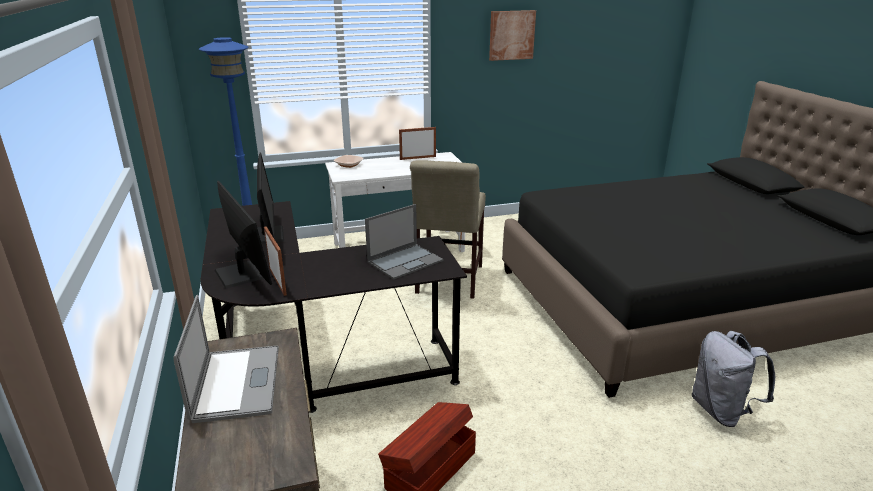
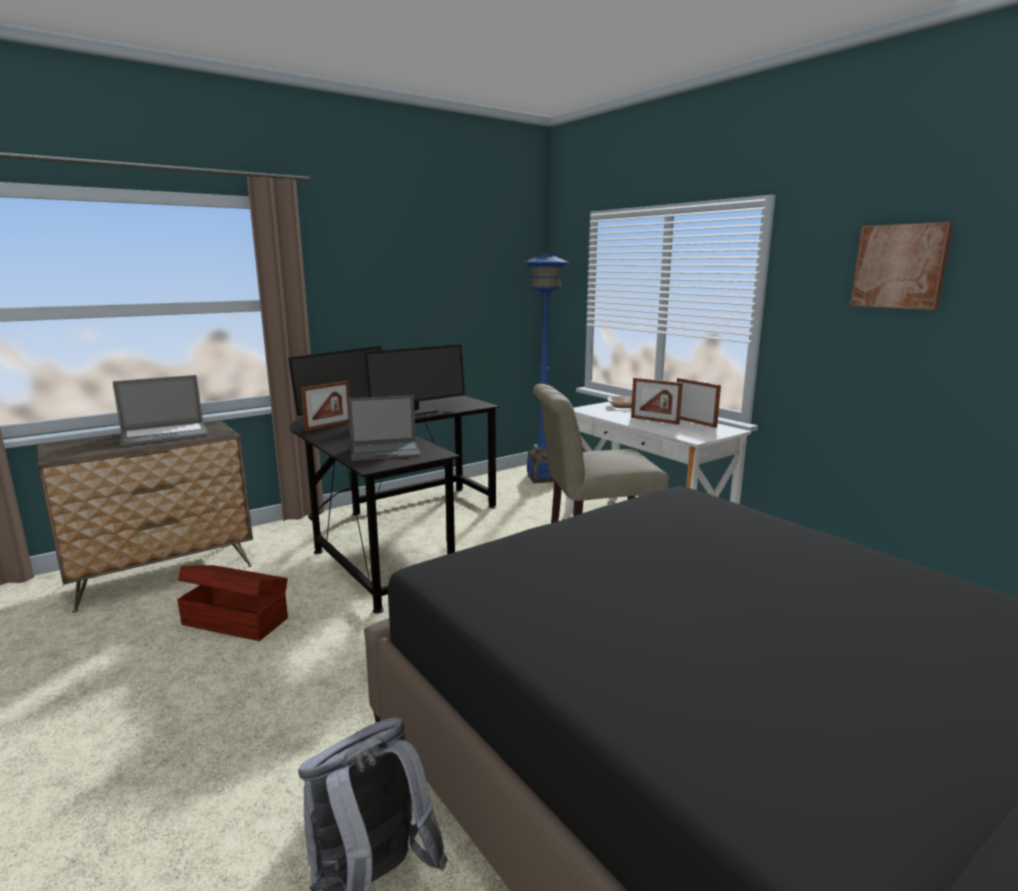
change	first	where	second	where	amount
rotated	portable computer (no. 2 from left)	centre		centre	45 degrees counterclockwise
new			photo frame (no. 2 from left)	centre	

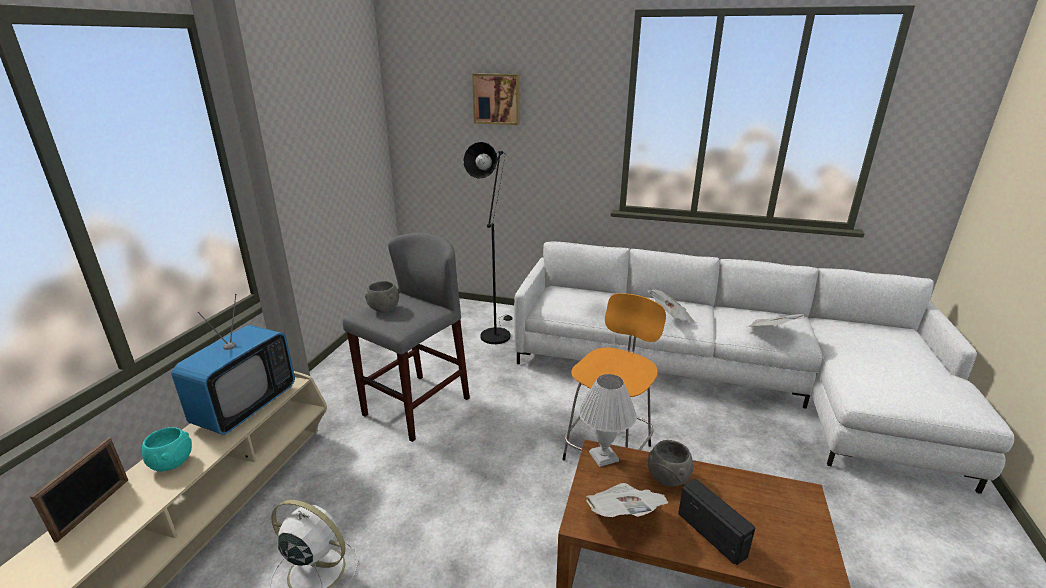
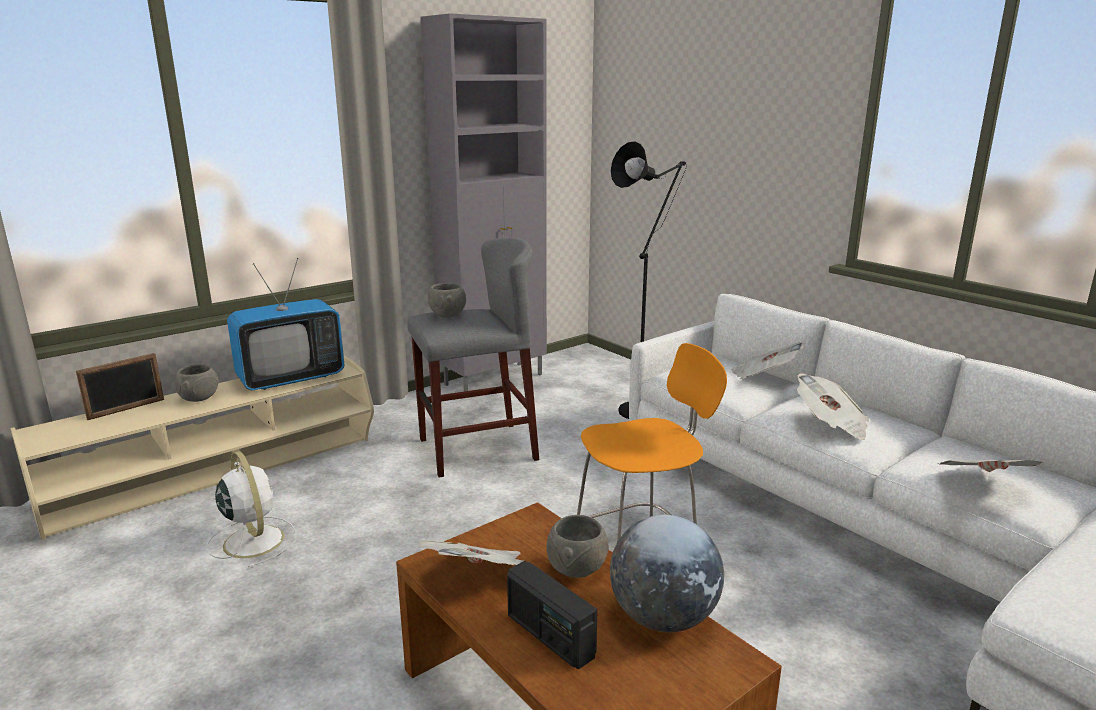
change	first	where	second	where	amount
gone	picture	top centre			
gone	white lamp for a table	bottom centre			
repainted	turquoise deep dish	bottom left	grey deep dish (no. 1 from left)	middle left	
rotated	radio set	bottom right		bottom centre	135 degrees clockwise
new			grey storage cabinet	top centre	
new			newspaper (no. 2 from left)	middle right	
new			desk globe	bottom centre	

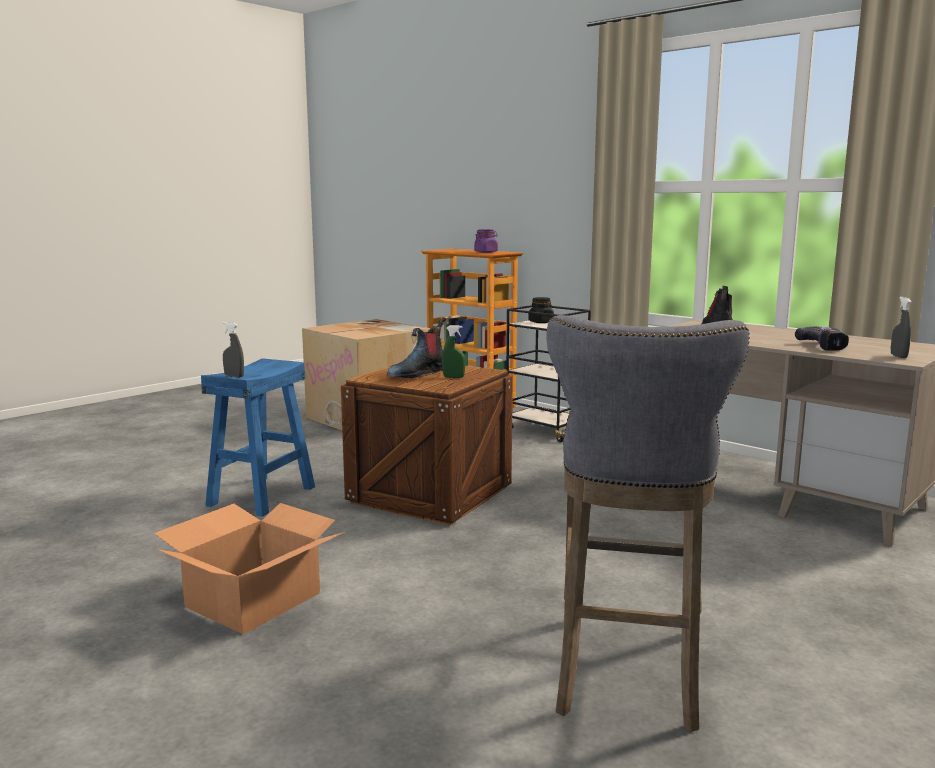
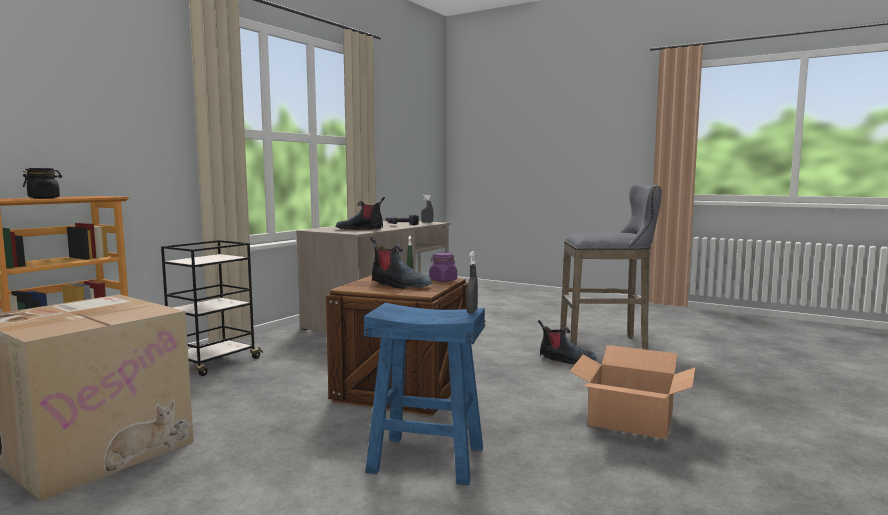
change	first	where	second	where	amount
shifted	purple jar	top centre		centre	
shifted	blackish jar	centre		middle left	
new			high-top boot (no. 3 from left)	centre	

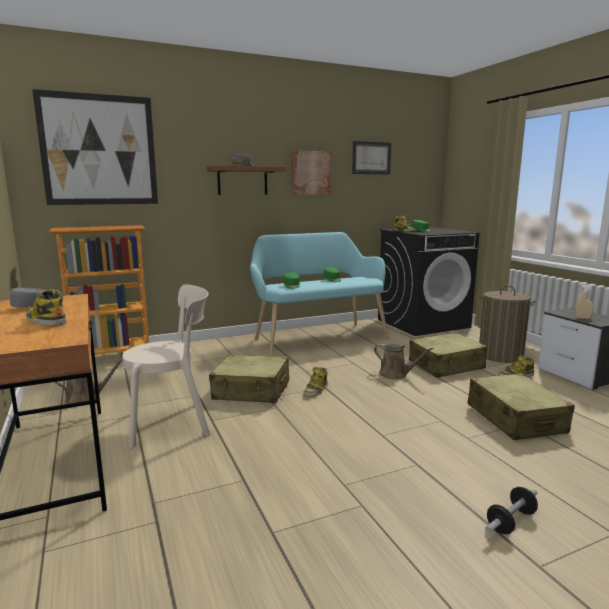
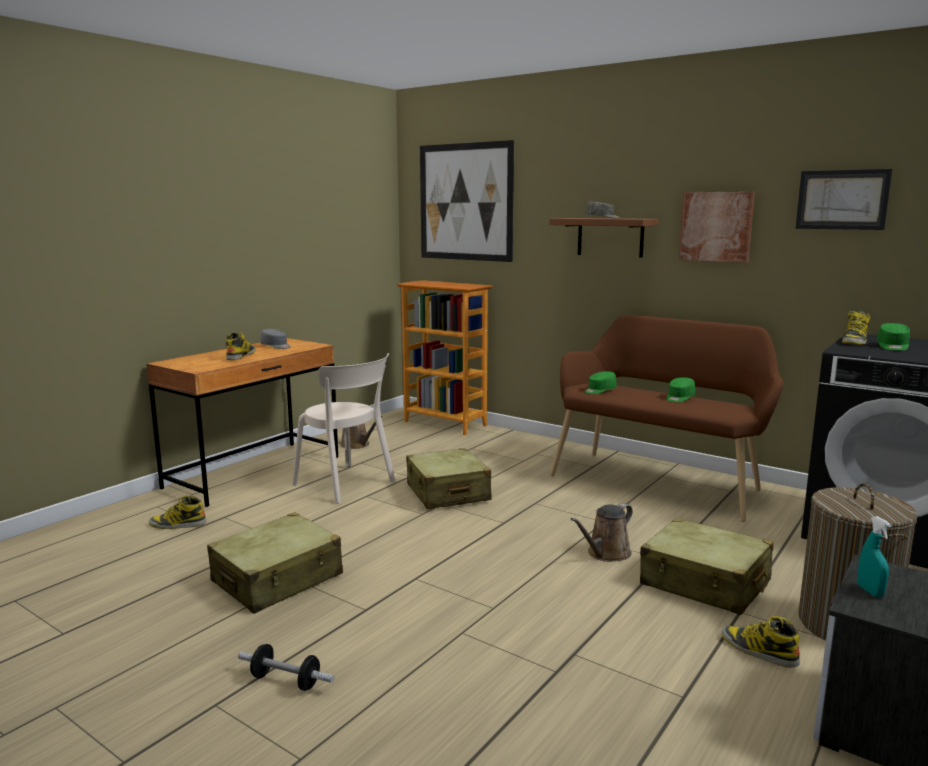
change	first	where	second	where	amount
repainted	turquoise long seat	centre	brown long seat	middle right	
repainted	sand-coloured hand sprayer	middle right	turquoise hand sprayer	bottom right	
rotated	brown sprinkling can (no. 2 from left)	centre		bottom centre	45 degrees clockwise
shifted	high-top boot (no. 2 from left in the first image)	centre	high-top boot (no. 1 from left)	bottom left	
shifted	sand-coloured suitcase (no. 3 from left in the first image)	bottom right	sand-coloured suitcase (no. 1 from left)	bottom left	

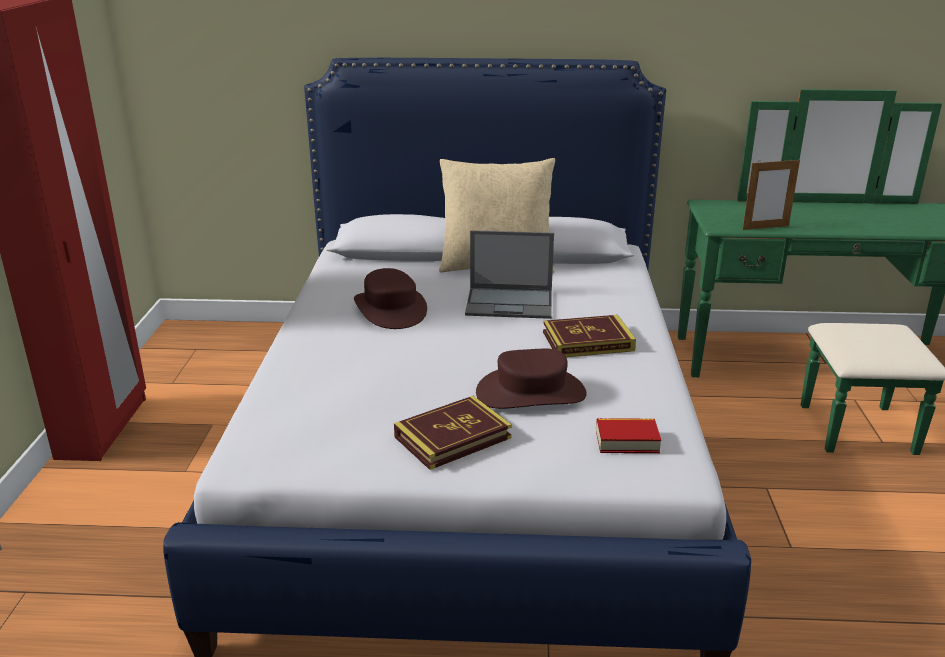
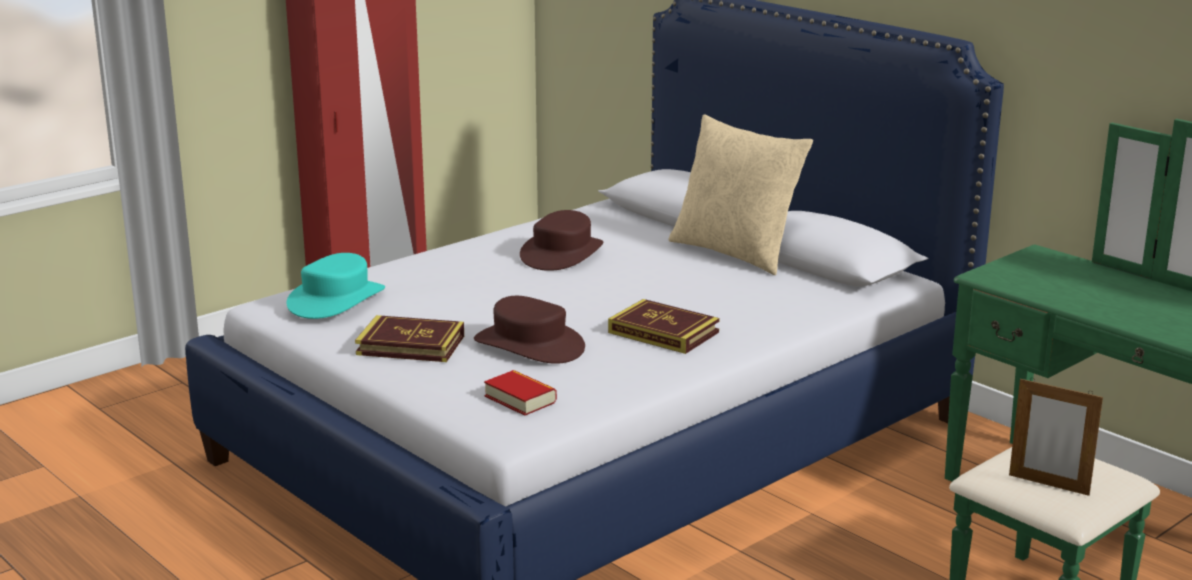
change	first	where	second	where	amount
shifted	photo frame	top right		bottom right	
gone	portable computer	centre			
new			turquoise wearable hat	middle left	

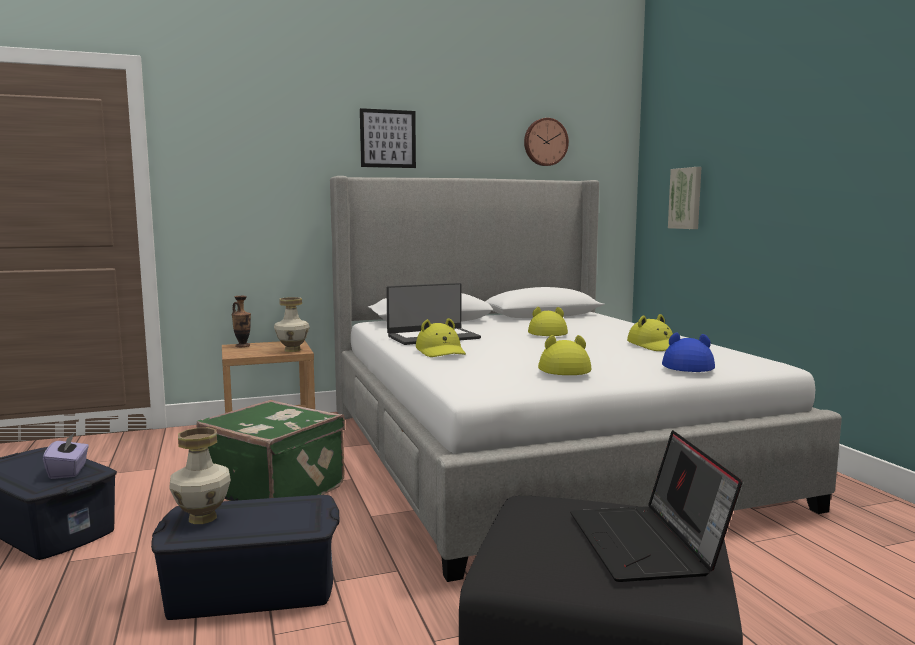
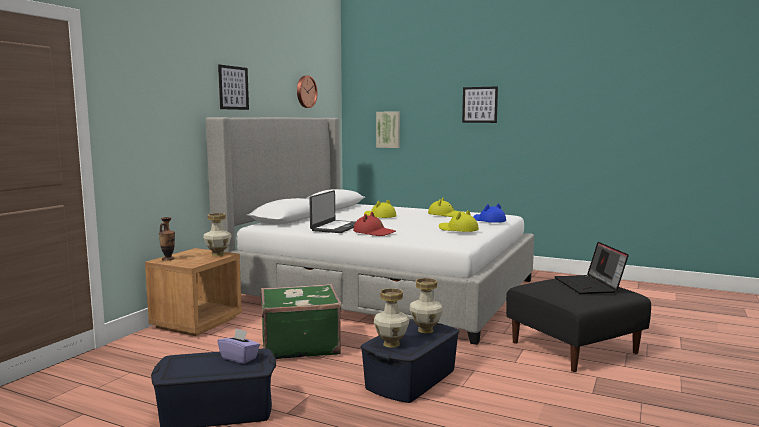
change	first	where	second	where	amount
repainted	yellowish wearable hat (no. 1 from left)	centre	red-coloured wearable hat	centre	
rotated	portable computer (no. 2 from left)	bottom right		middle right	45 degrees clockwise
new			picture (no. 3 from left)	top centre	
new			vase (no. 4 from left)	bottom centre	

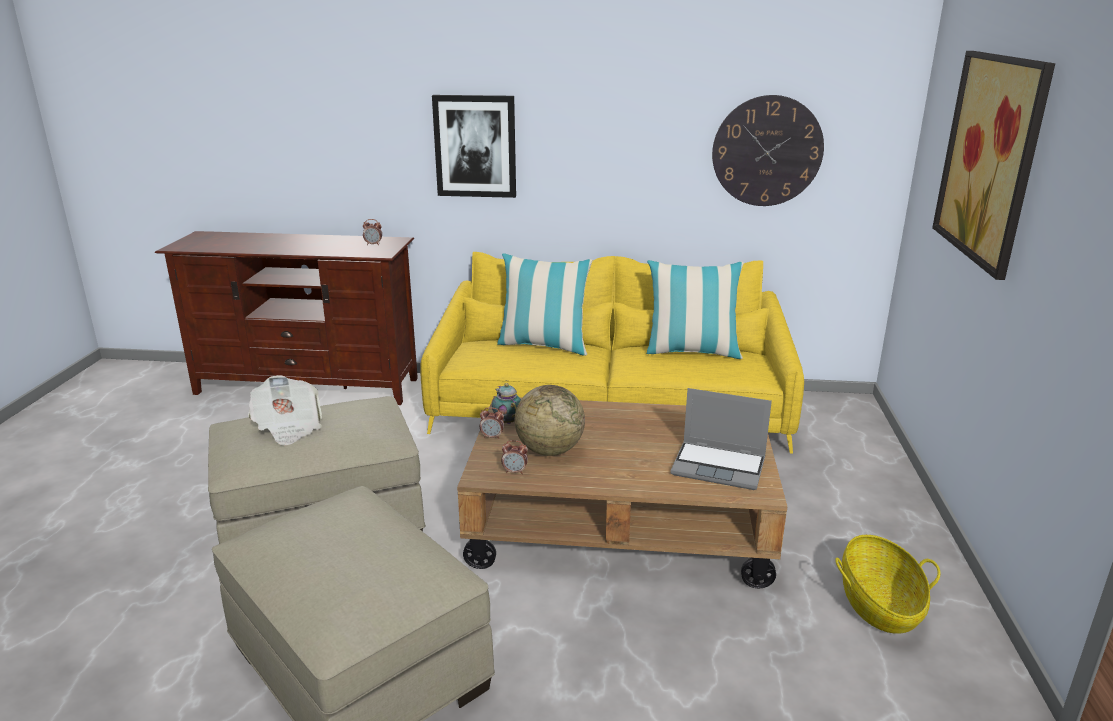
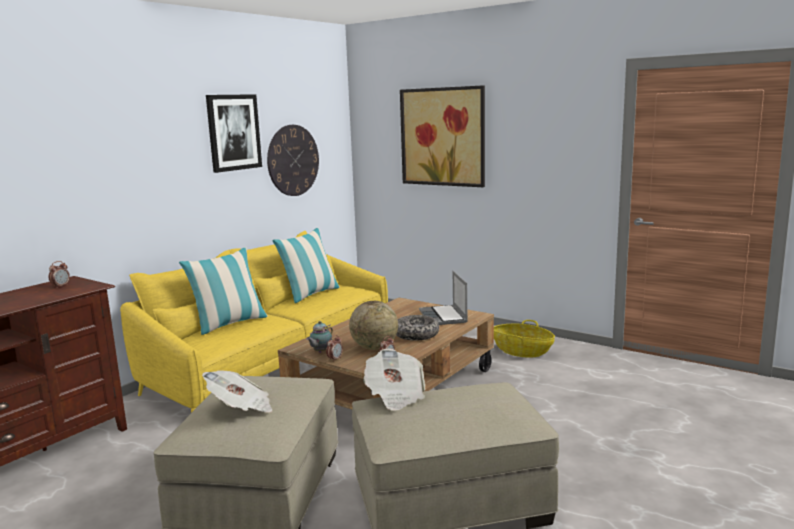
change	first	where	second	where	amount
shifted	picture (no. 1 from left)	top centre		top left	
rotated	pot for tea	centre		centre	60 degrees counterclockwise
rotated	portable computer	centre		centre	120 degrees clockwise
new			deep dish	centre	
new			newspaper (no. 2 from left)	bottom centre	

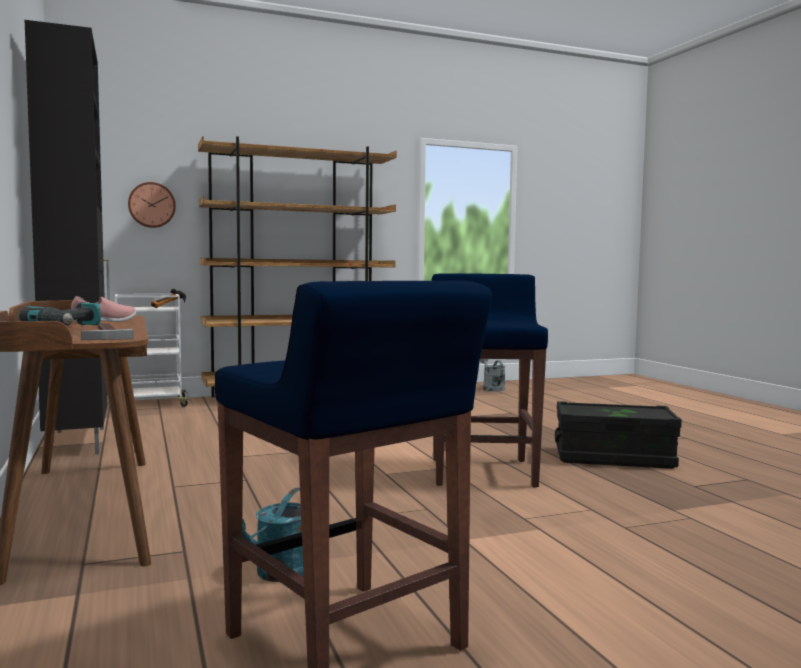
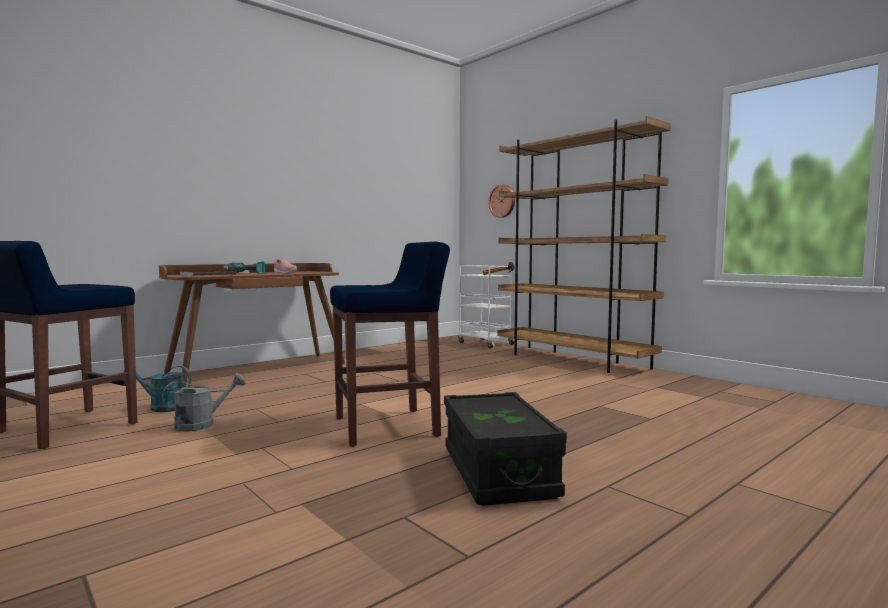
change	first	where	second	where	amount
gone	blackish storage cabinet	middle left			
shifted	grey sprinkling can	centre		middle left	

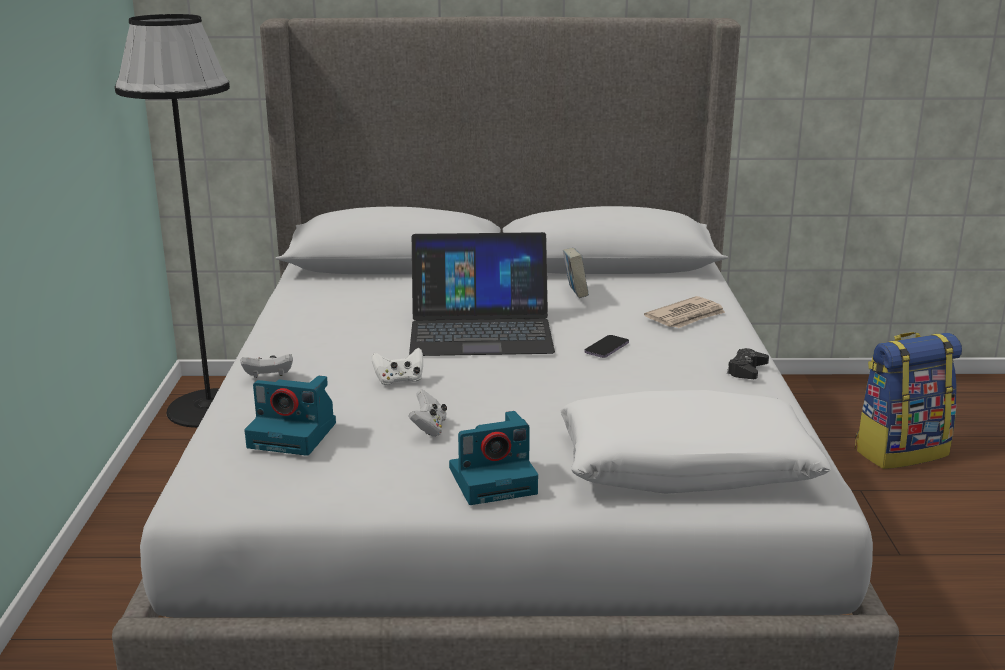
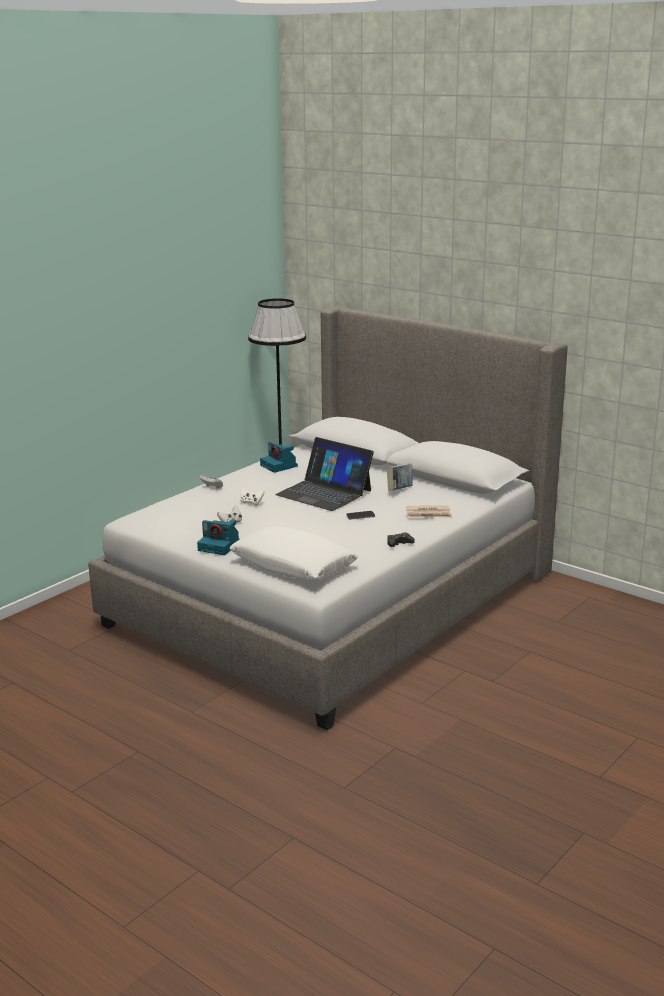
change	first	where	second	where	amount
gone	backpack	middle right			
shifted	photo camera (no. 1 from left in the first image)	middle left	photo camera (no. 2 from left)	centre	

